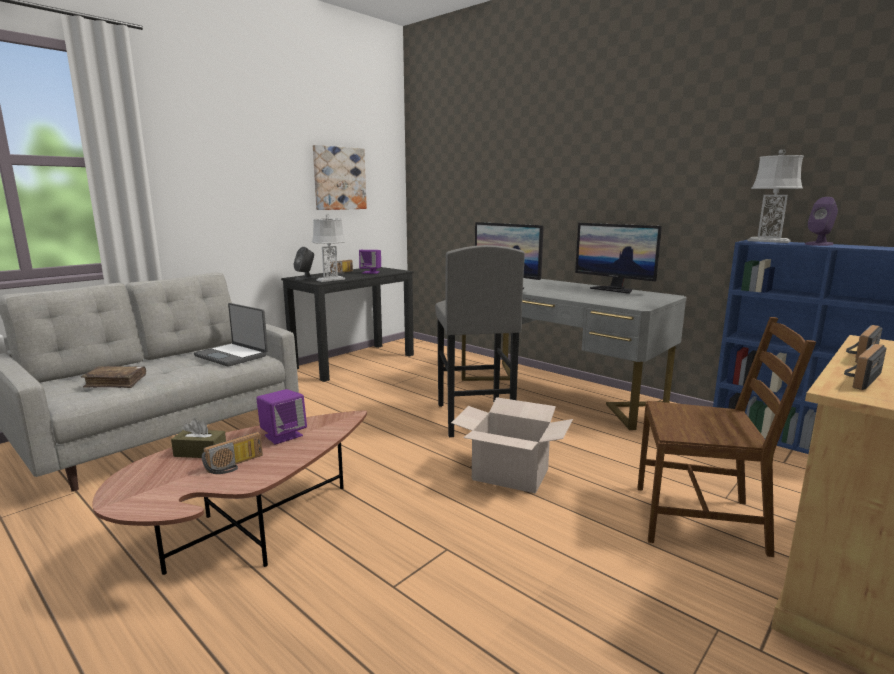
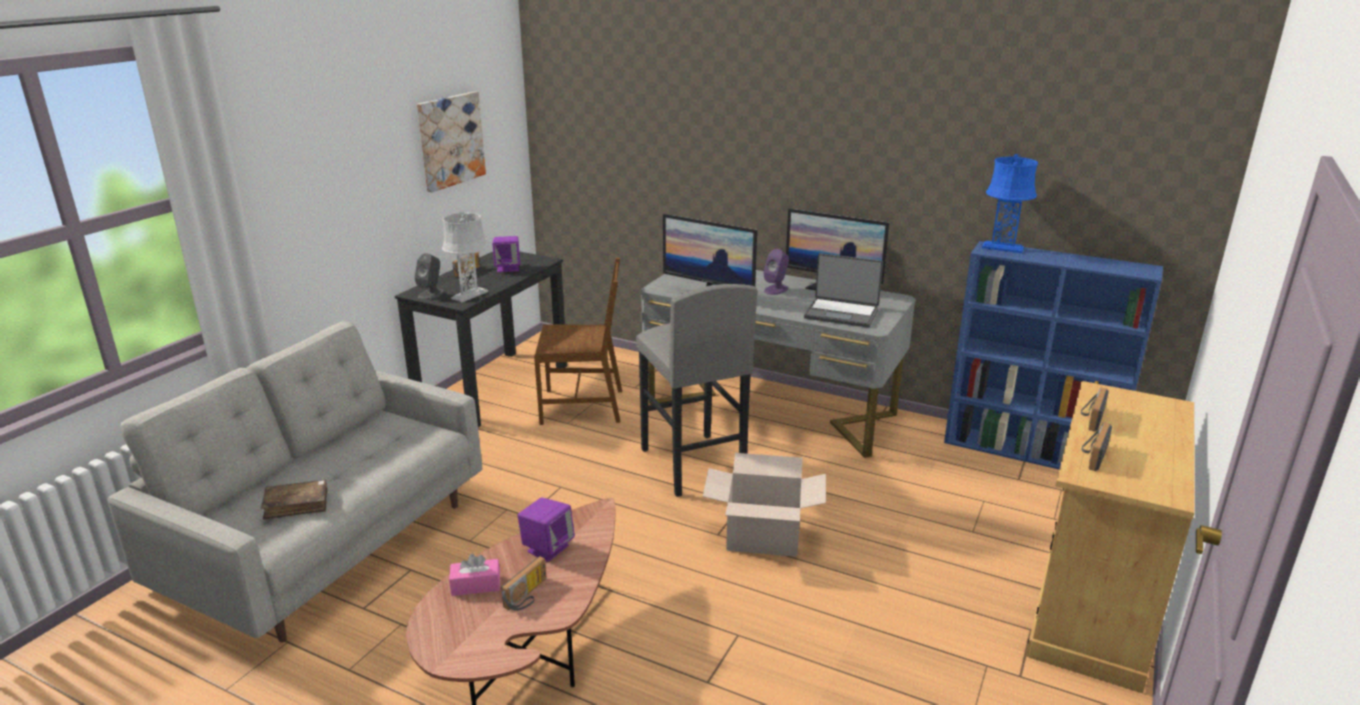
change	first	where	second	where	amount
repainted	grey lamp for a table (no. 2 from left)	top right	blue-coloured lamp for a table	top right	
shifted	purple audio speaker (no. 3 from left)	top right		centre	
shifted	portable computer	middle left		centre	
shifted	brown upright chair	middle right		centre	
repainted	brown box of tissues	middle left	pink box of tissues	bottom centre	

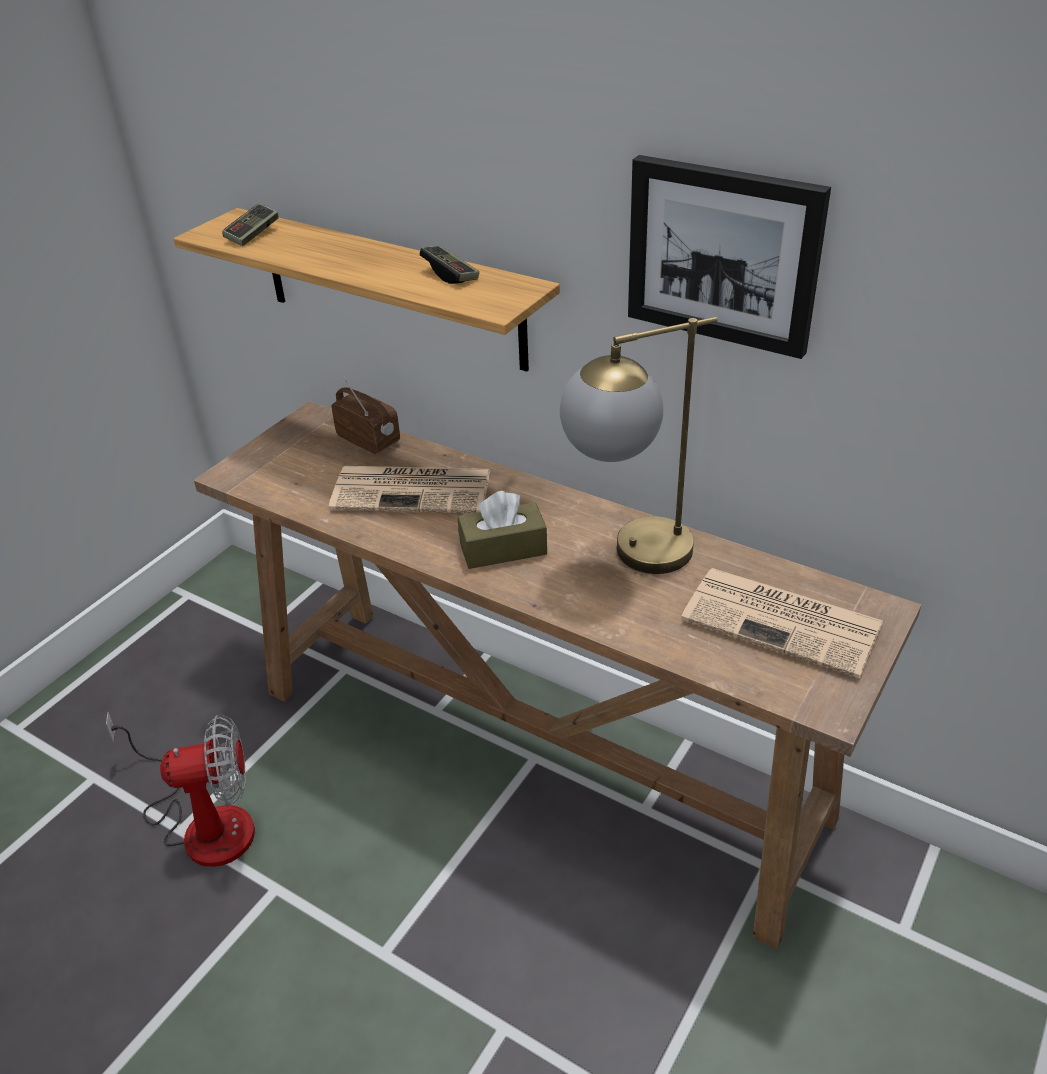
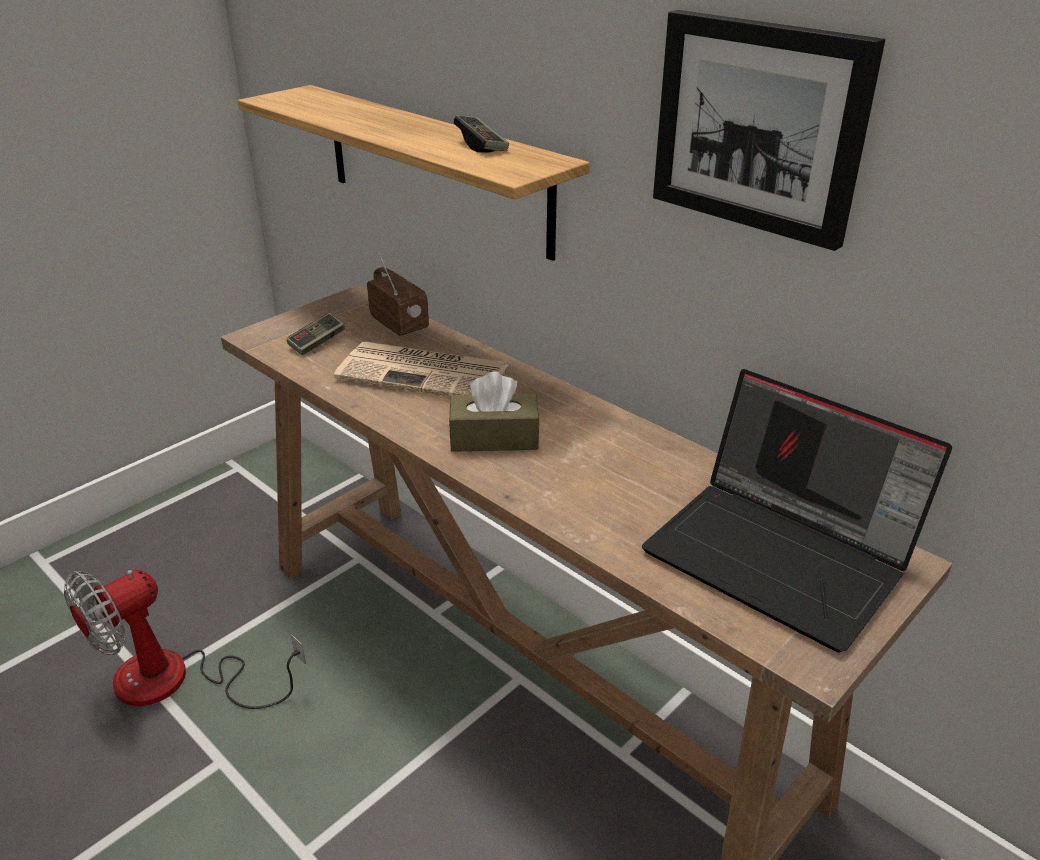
change	first	where	second	where	amount
shifted	game controller (no. 1 from left)	top left		middle left	
gone	lamp for a table	centre			
swapped	newspaper (no. 2 from left)	middle right	portable computer	middle right	
rotated	electric fan	bottom left		bottom left	135 degrees clockwise

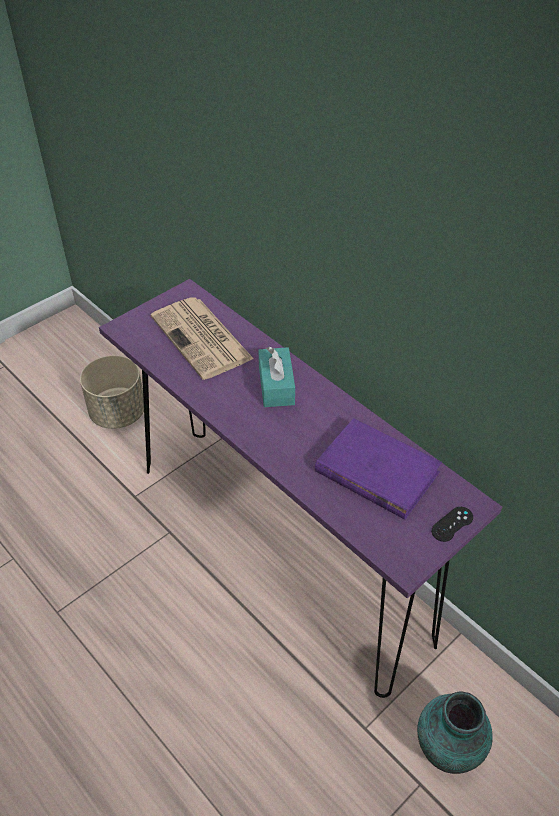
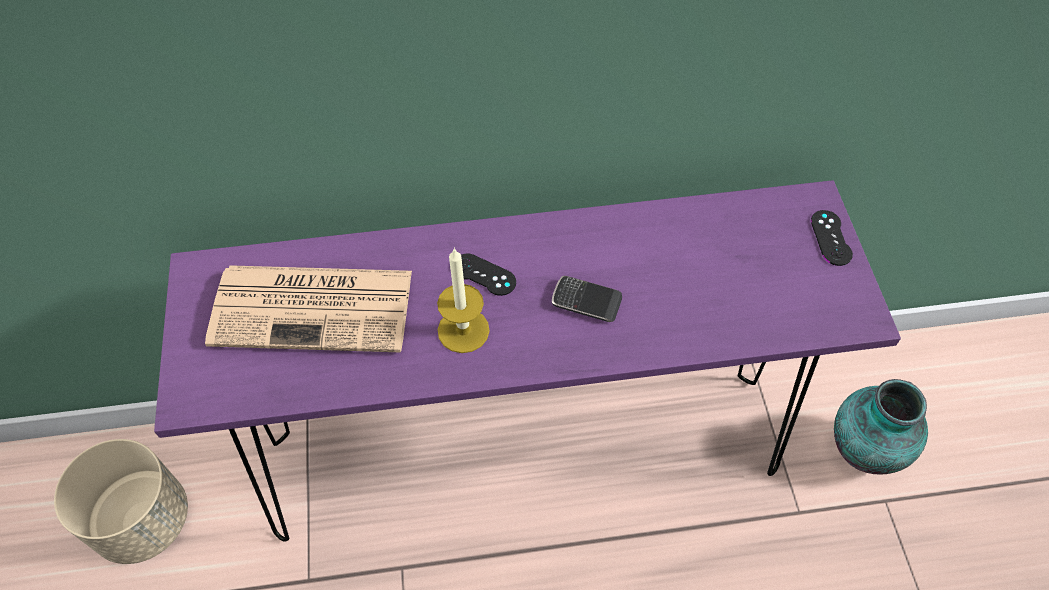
change	first	where	second	where	amount
swapped	turquoise box of tissues	centre	blackish game controller (no. 1 from left)	centre	
gone	purple book	middle right			
new			candle	centre	
new			handset	centre	

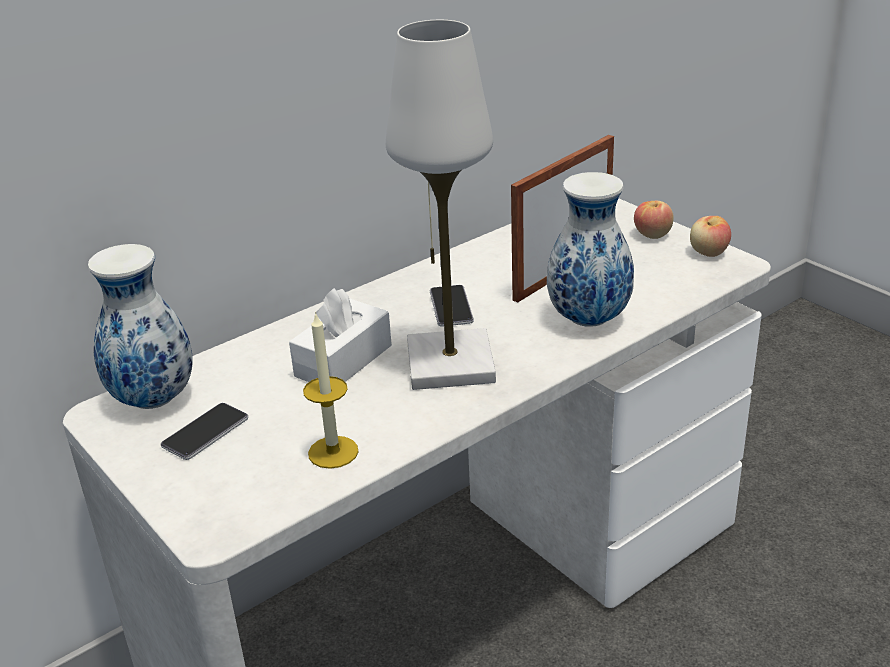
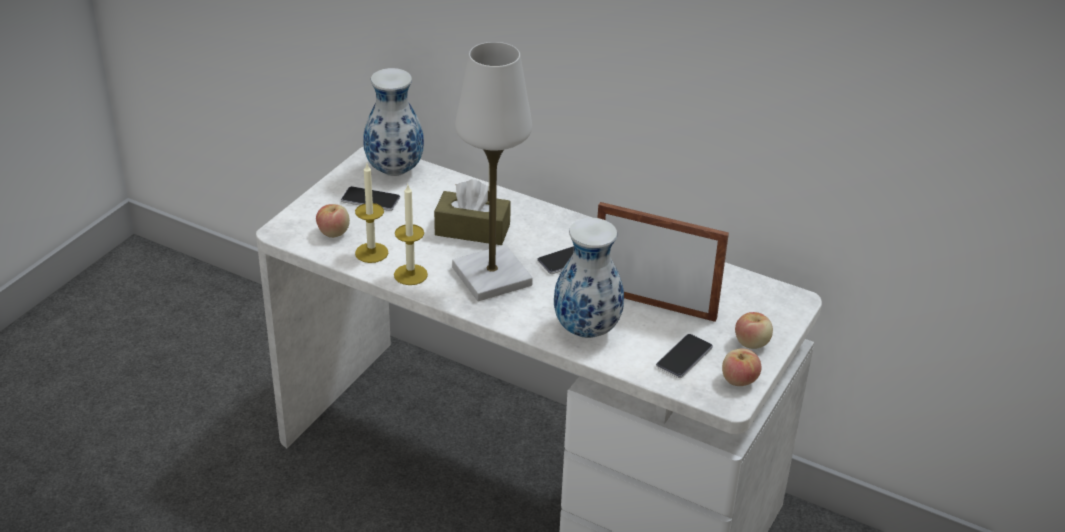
change	first	where	second	where	amount
repainted	white box of tissues	centre	brown box of tissues	centre	
new			candle (no. 2 from left)	centre	
new			apple fruit (no. 1 from left)	middle left	
new			handset (no. 3 from left)	bottom centre	

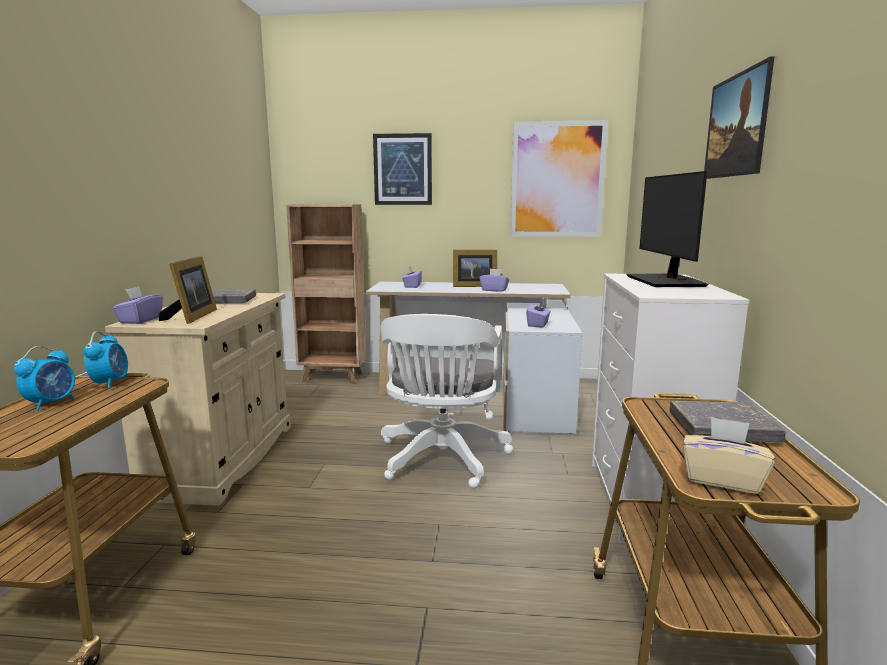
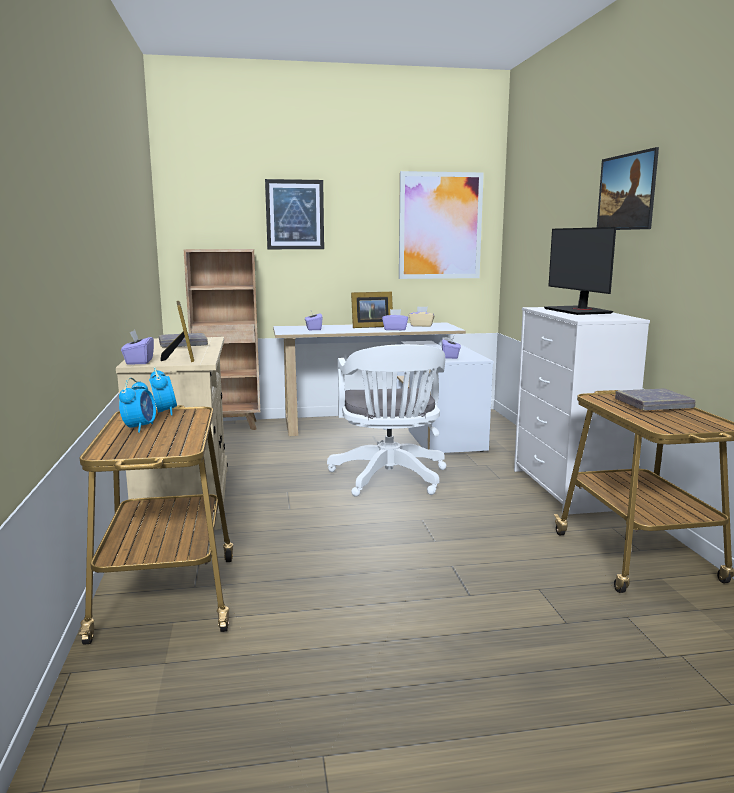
change	first	where	second	where	amount
shifted	sand-coloured box of tissues	bottom right		centre	

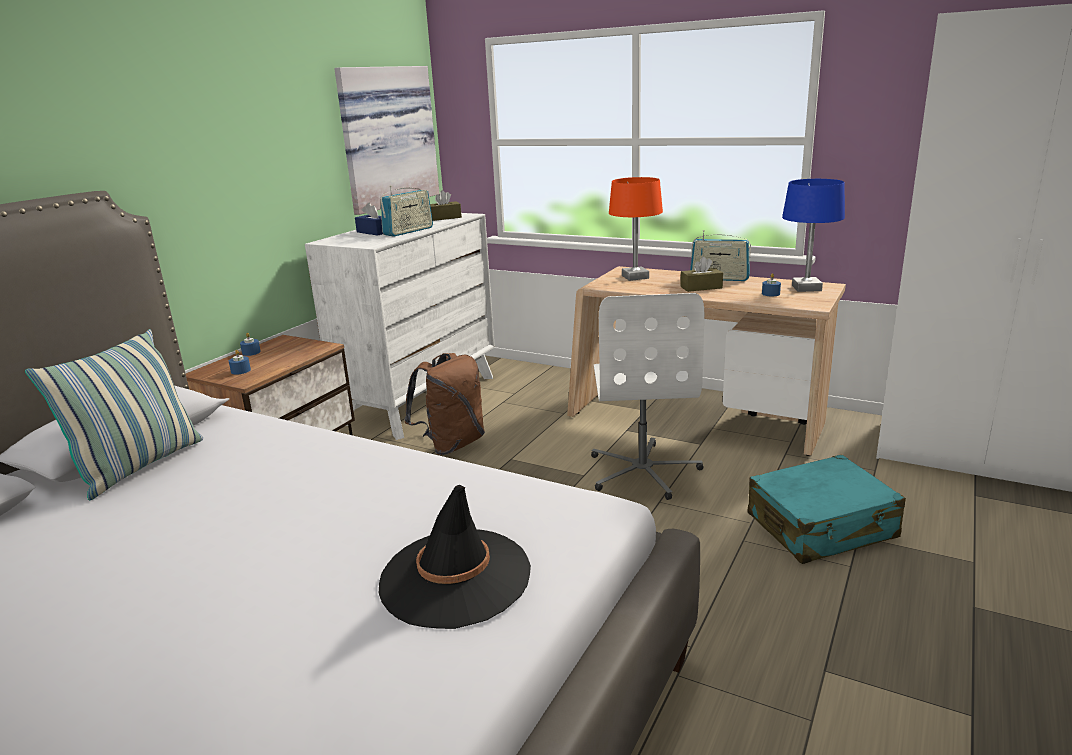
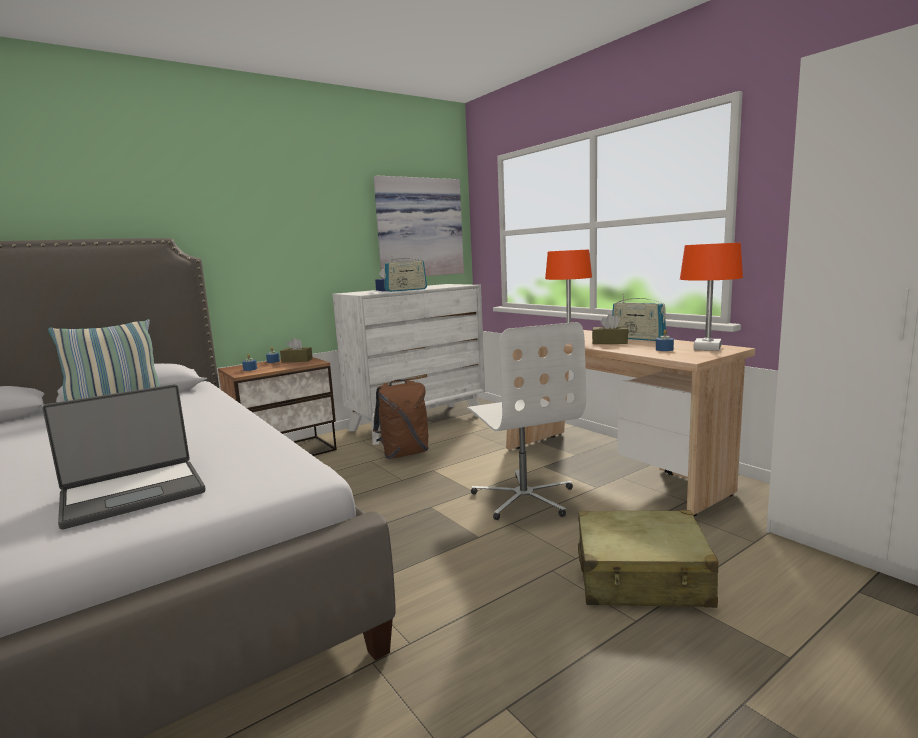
change	first	where	second	where	amount
repainted	blue-coloured lamp for a table	top right	orange-coloured lamp for a table (no. 2 from left)	middle right	
shifted	brown box of tissues (no. 1 from left)	top centre		middle left	
rotated	white desk chair	centre		centre	45 degrees counterclockwise
repainted	turquoise suitcase	bottom right	sand-coloured suitcase	bottom right	
swapped	blackish wearable hat	bottom centre	portable computer	middle left	

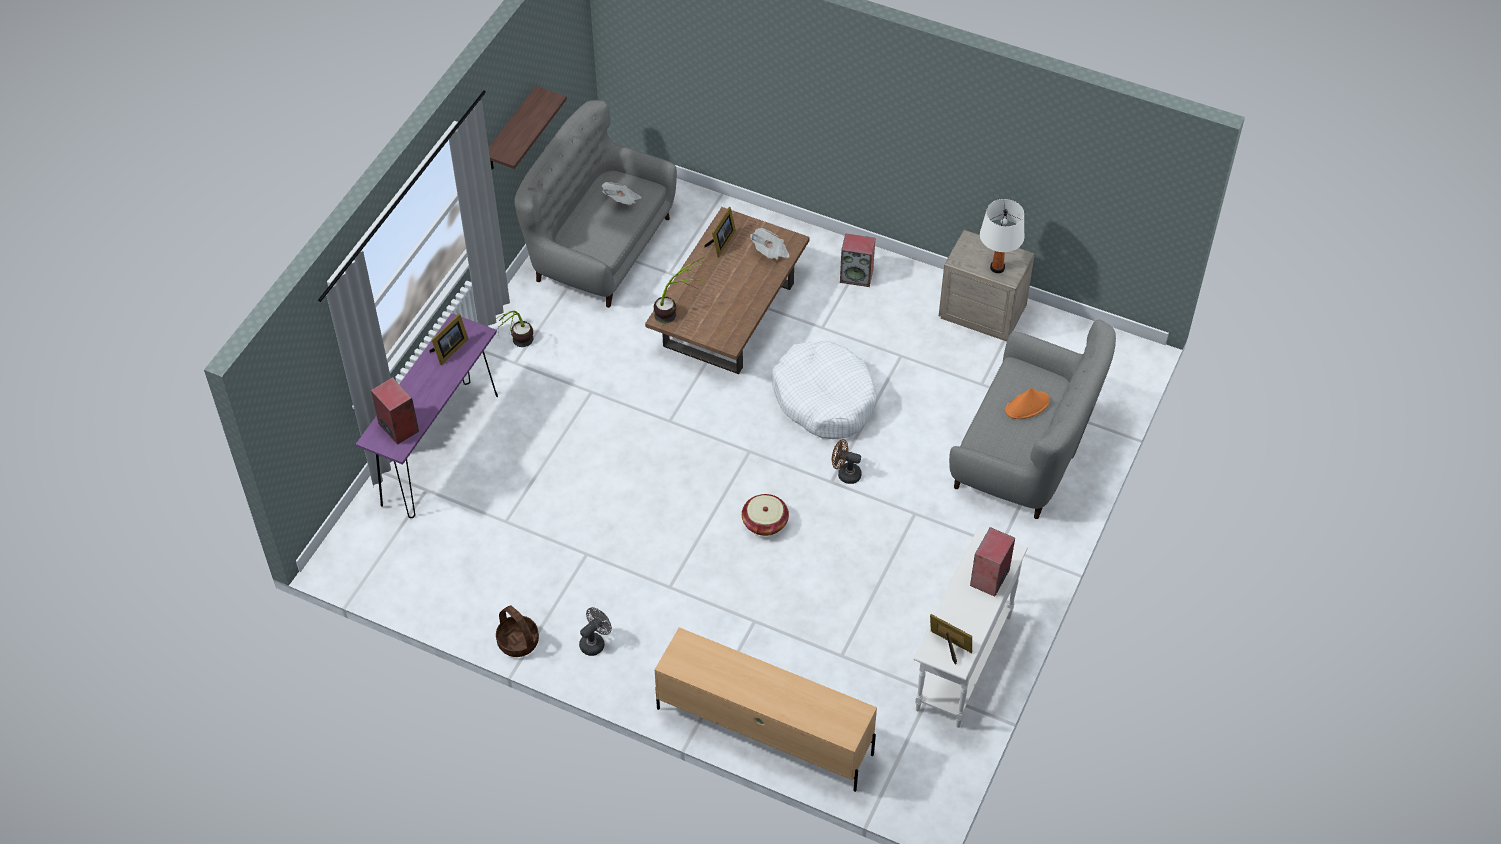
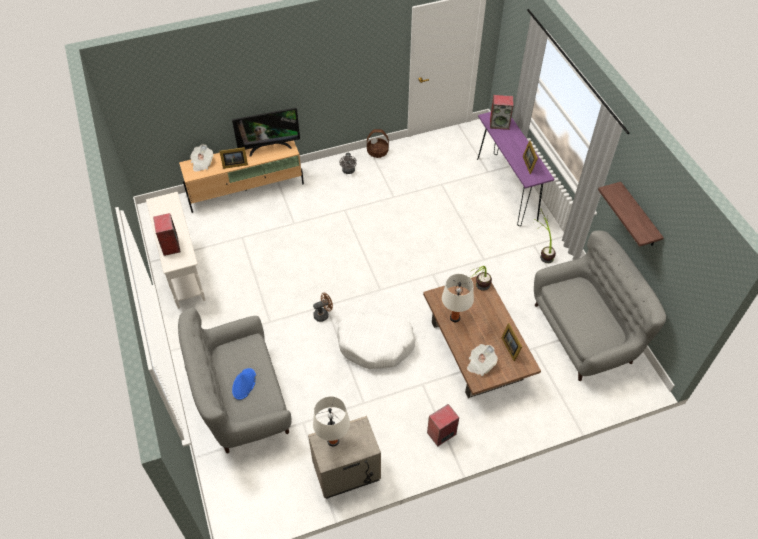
change	first	where	second	where	amount
shifted	newspaper (no. 1 from left)	top centre		top left	
repainted	orange-coloured wearable hat	middle right	blue-coloured wearable hat	bottom left	
gone	household basket (no. 2 from left)	centre			
shifted	photo frame (no. 3 from left in the first image)	bottom centre	photo frame (no. 1 from left)	top left	
new			TV	top centre	
new			white lamp for a table (no. 2 from left)	centre	

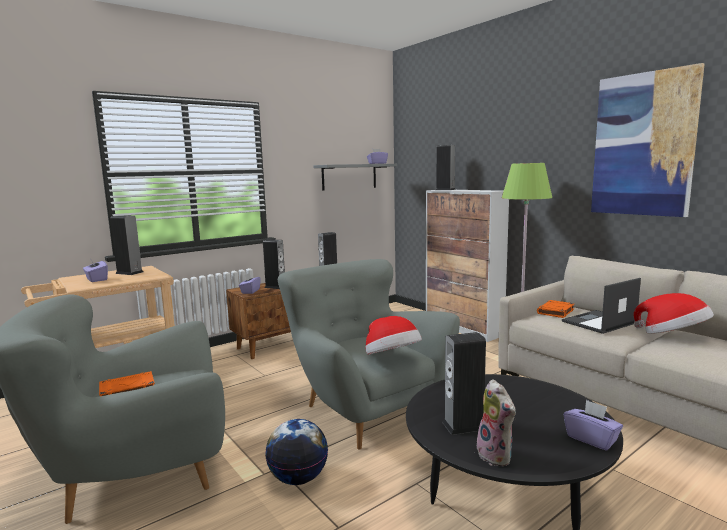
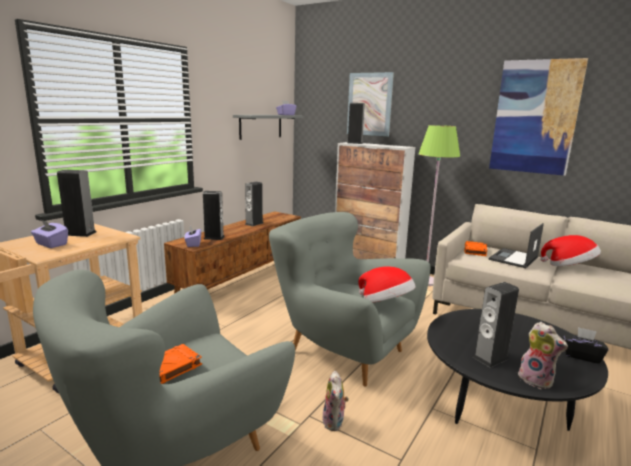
change	first	where	second	where	amount
repainted	purple box of tissues (no. 4 from left)	bottom right	blackish box of tissues	bottom right	
swapped	desk globe	bottom centre	soft toy (no. 1 from left)	bottom centre	
new			picture (no. 1 from left)	top centre	

